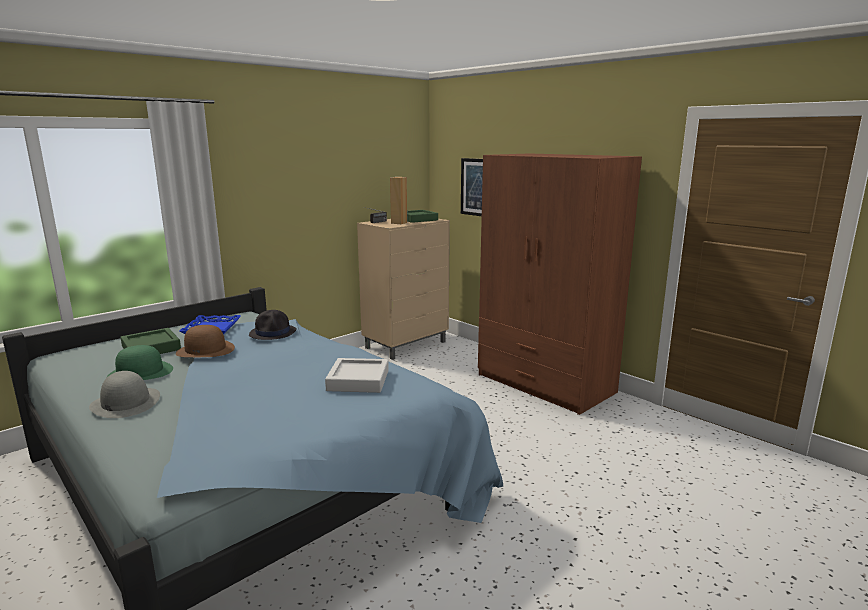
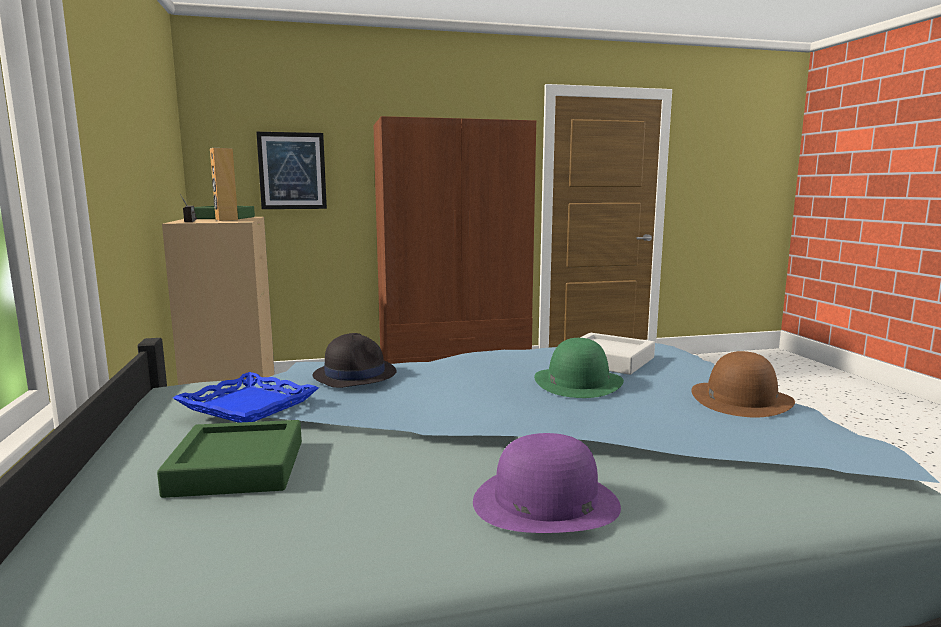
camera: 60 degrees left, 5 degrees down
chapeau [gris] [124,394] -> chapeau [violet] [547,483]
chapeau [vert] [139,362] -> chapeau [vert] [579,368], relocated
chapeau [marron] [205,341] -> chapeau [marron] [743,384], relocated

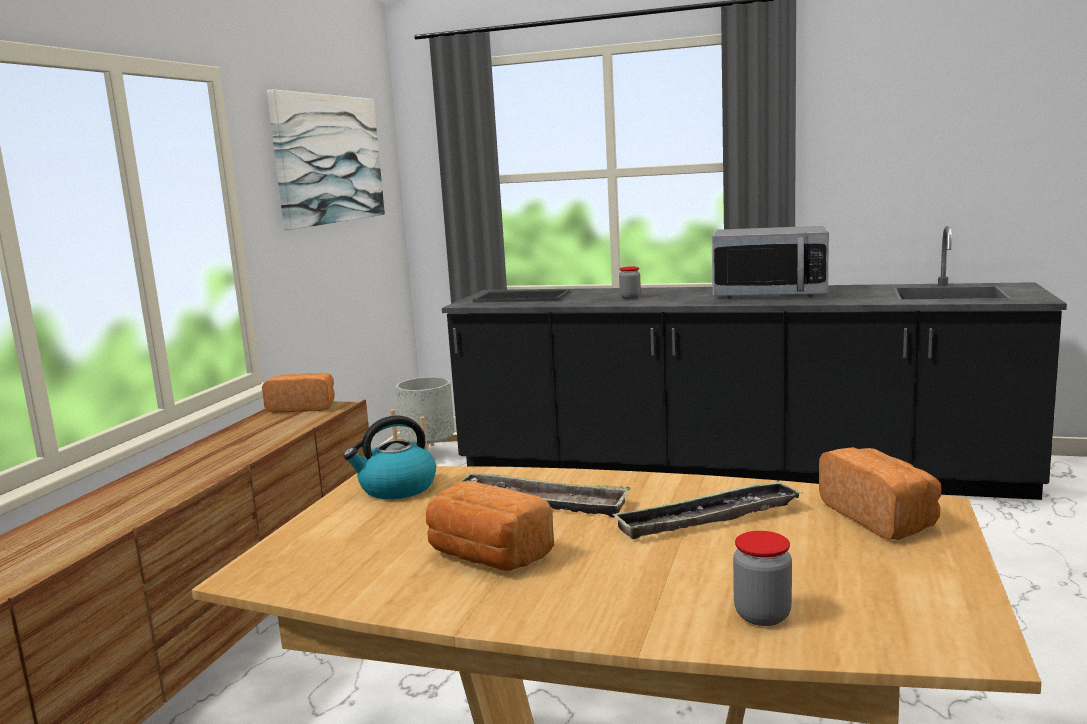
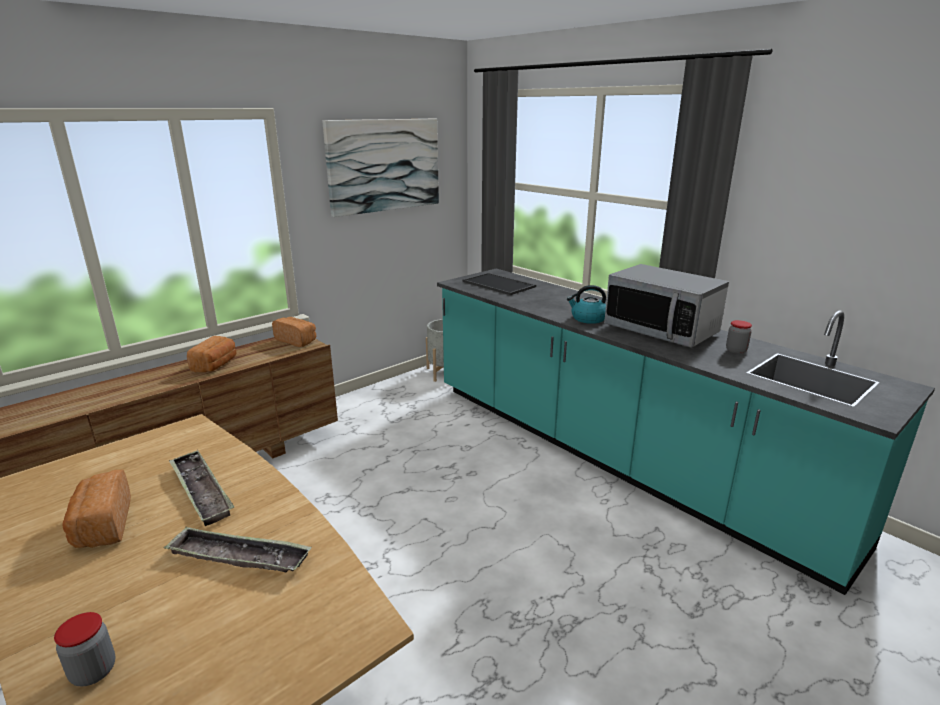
camera: 30 degrees right, 10 degrees up
pain [880,493] -> pain [211,354], relocated
comptoir de cuisine [noir] [754,363] -> comptoir de cuisine [turquoise] [686,431]
bouilloire [389,457] -> bouilloire [586,304], relocated
bocal [630,282] -> bocal [739,337], relocated

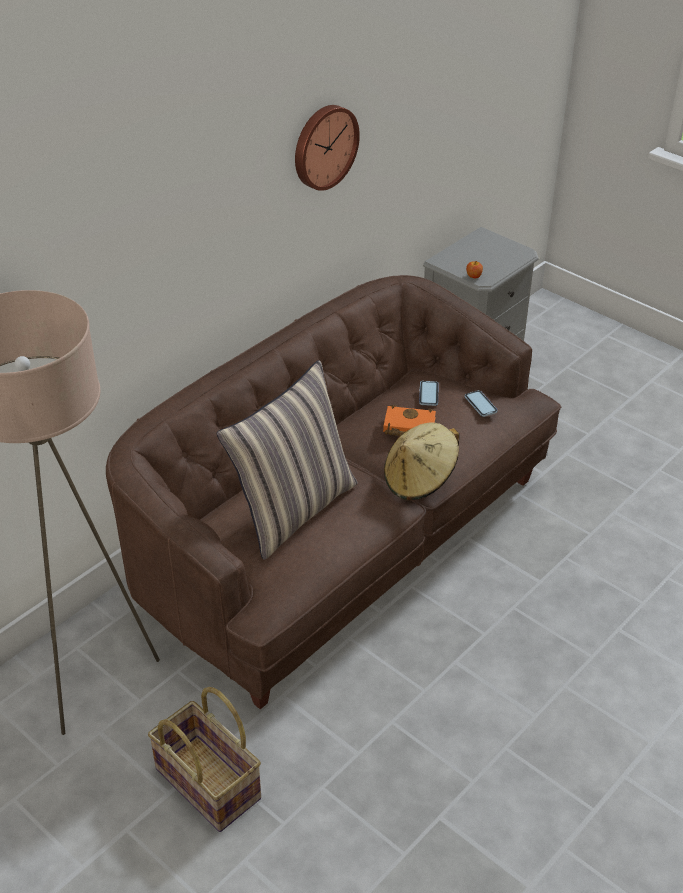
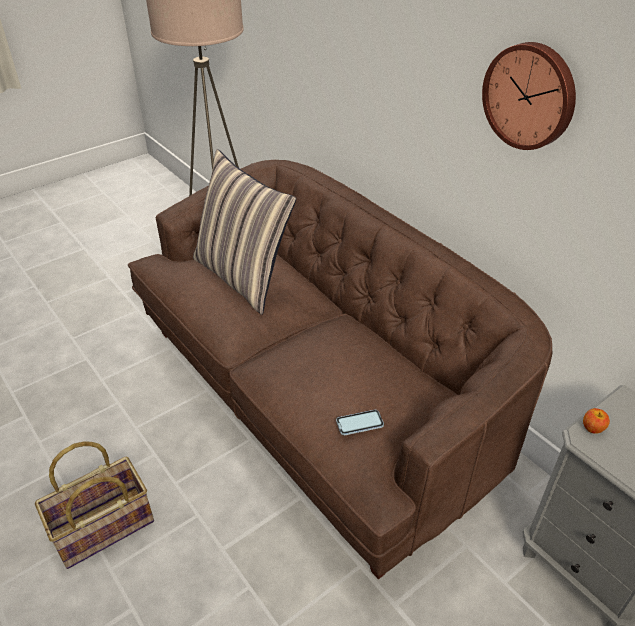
camera: 100 degrees right, 0 degrees up
panier [204,759] -> panier [94,505], relocated
livre [orange] [409,420] -> none
chapeau [beige] [421,461] -> none
téléphone [429,393] -> none

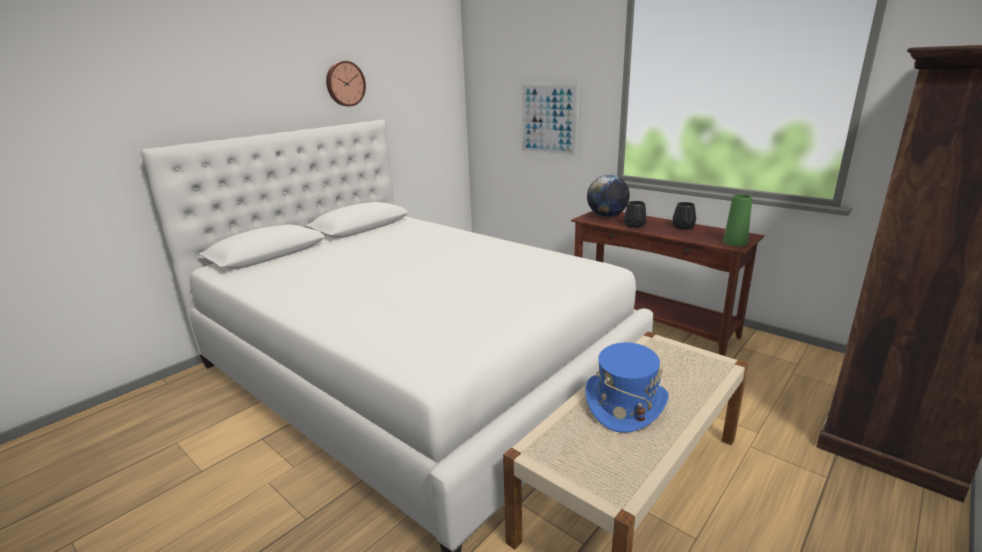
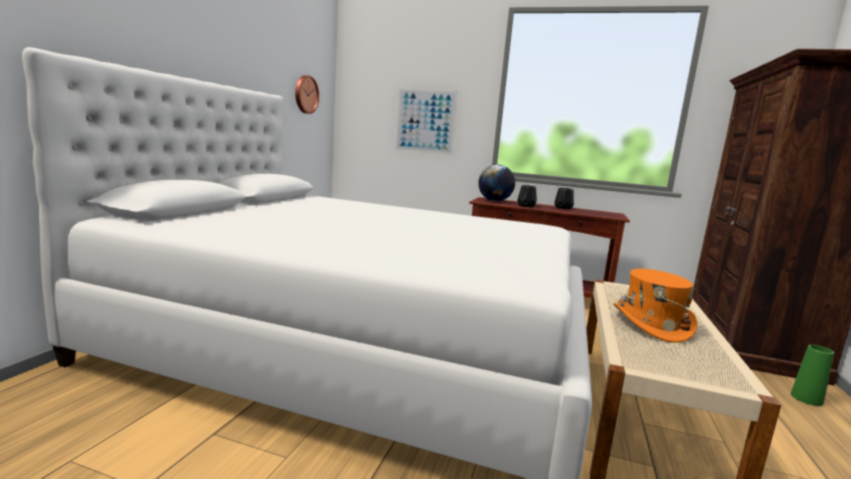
camera: 25 degrees left, 10 degrees down
horloge murale [346,83] -> horloge murale [307,94], relocated
chapeau [bleu] [627,388] -> chapeau [orange] [655,306]
vase [vert] [737,220] -> vase [vert] [812,375], relocated

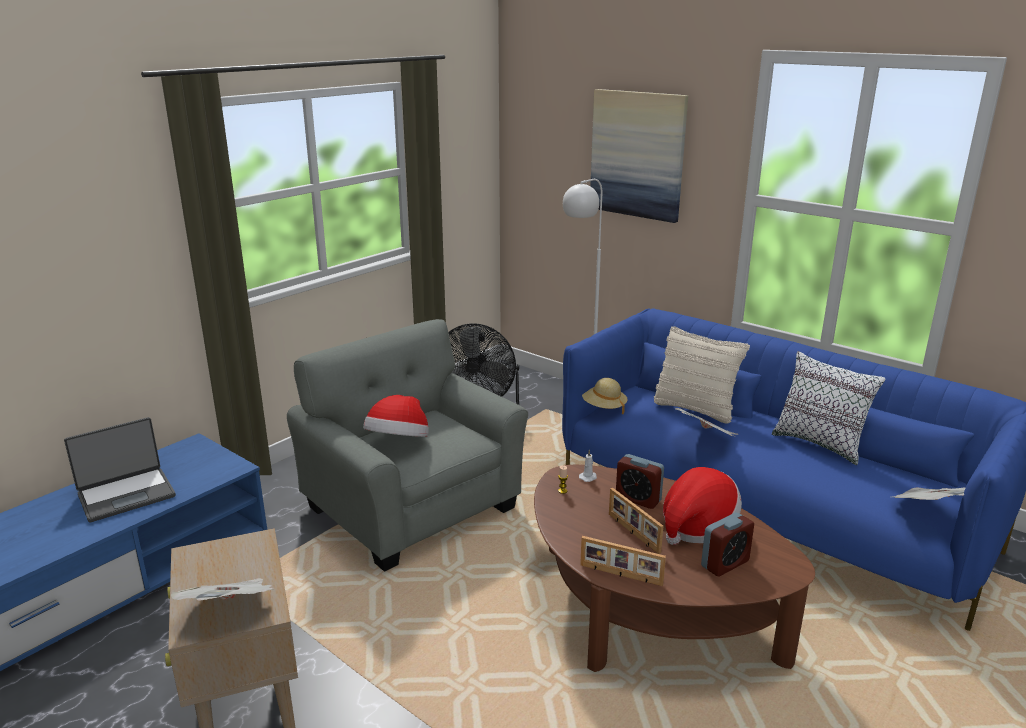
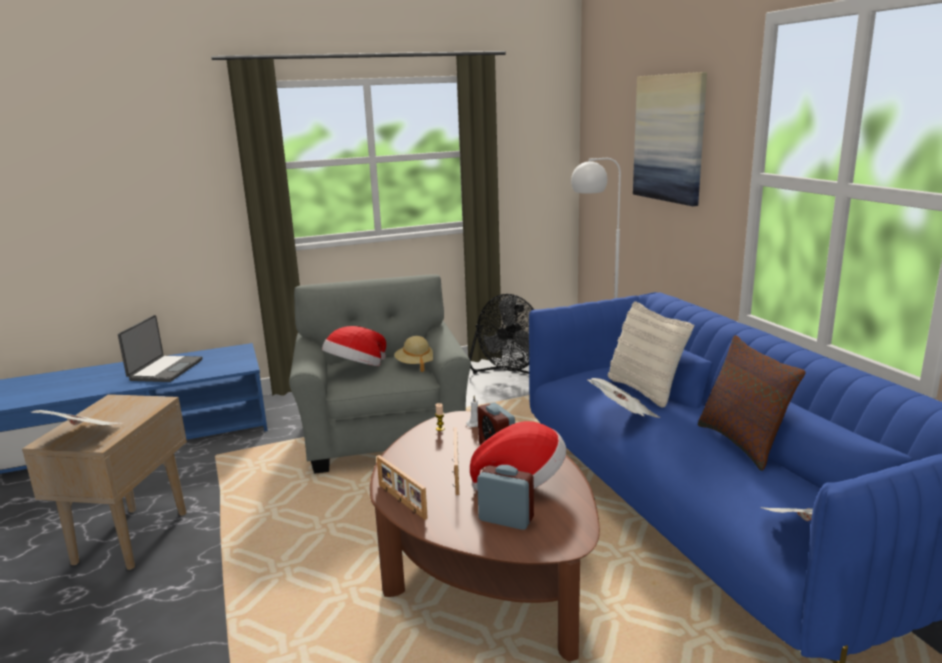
camera: 30 degrees right, 5 degrees down
ordinateur portable [120,469] -> ordinateur portable [160,348], 75 degrees counterclockwise
chapeau [beige] [604,396] -> chapeau [beige] [413,354], relocated
réveil [727,544] -> réveil [505,497], 150 degrees counterclockwise
coussin [blanc] [828,408] -> coussin [marron] [751,403]

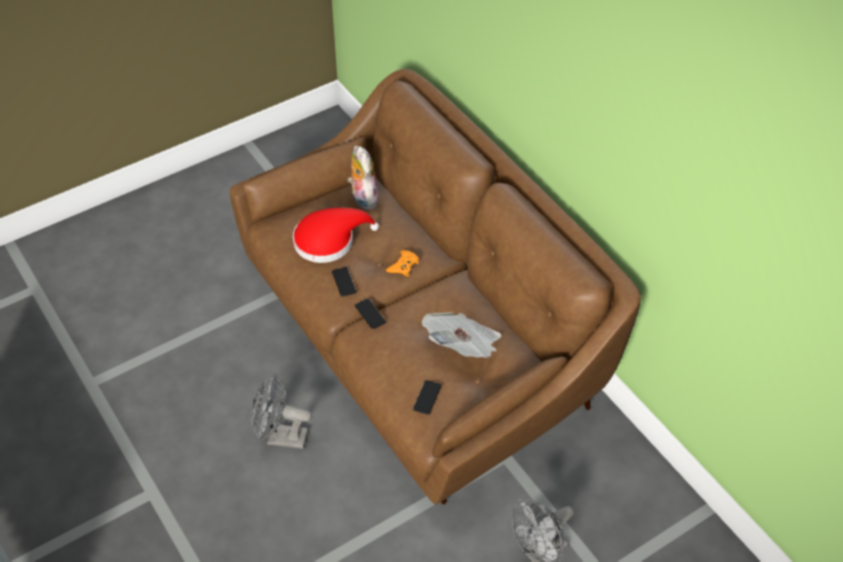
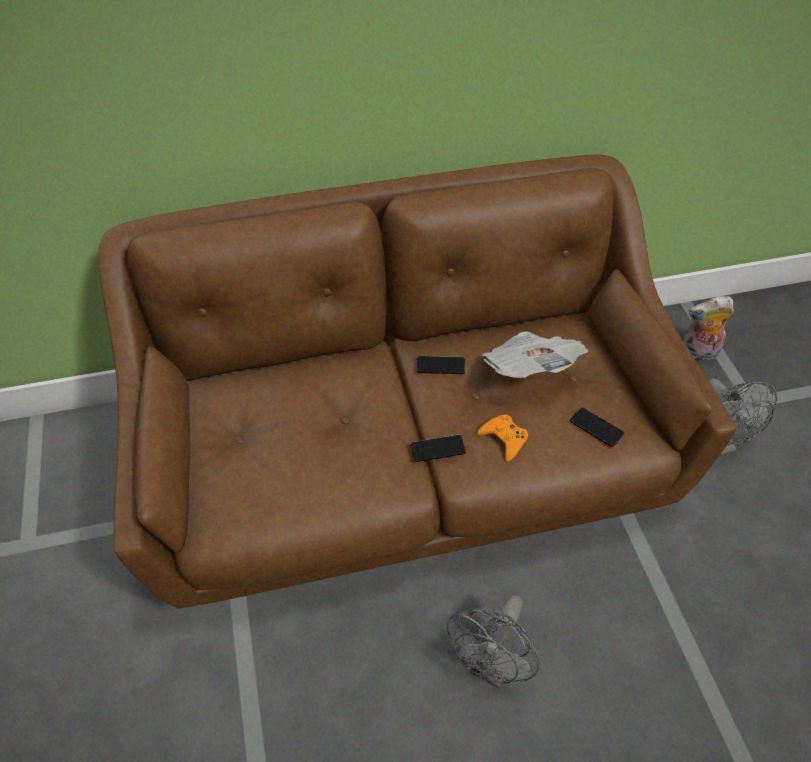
camera: 70 degrees left, 0 degrees up
téléphone [344,282] -> téléphone [441,365], relocated
manette [orange] [402,263] -> manette [orange] [502,438], relocated
peluche [363,177] -> peluche [708,328], relocated
chapeau [rouge] [336,235] -> none

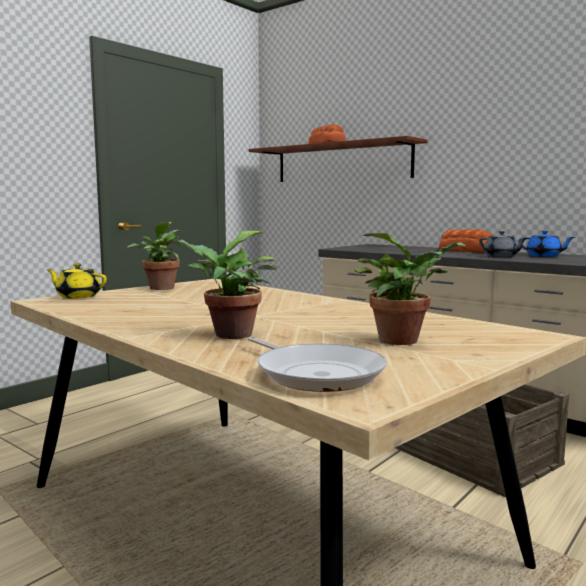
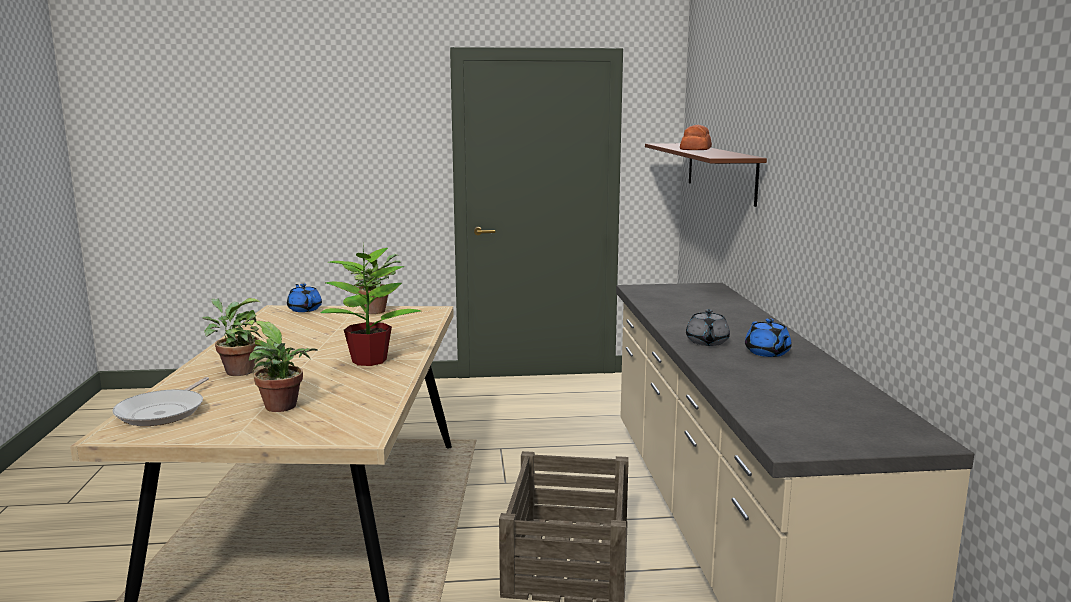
camera: 45 degrees right, 5 degrees up
théière [jaune] [77,280] -> théière [bleu] [304,298]
none -> plante en pot [371,304]
pain [465,241] -> none

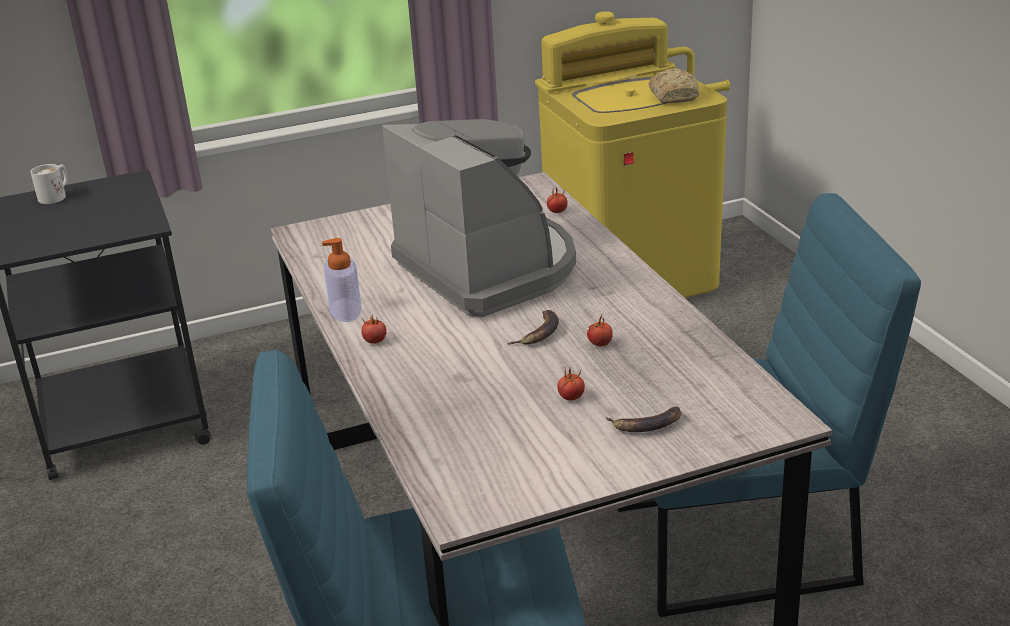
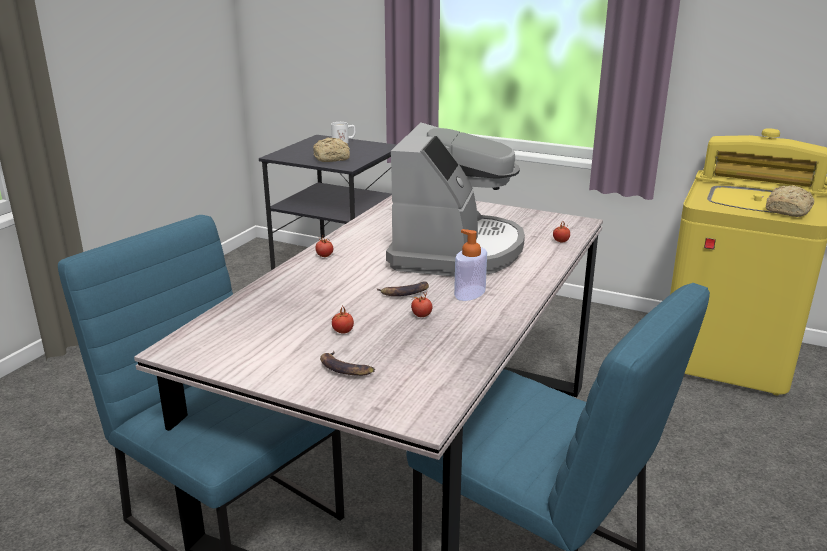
camera: 45 degrees right, 5 degrees down
none -> pain [331,149]
distributeur de savon [342,280] -> distributeur de savon [470,265], relocated

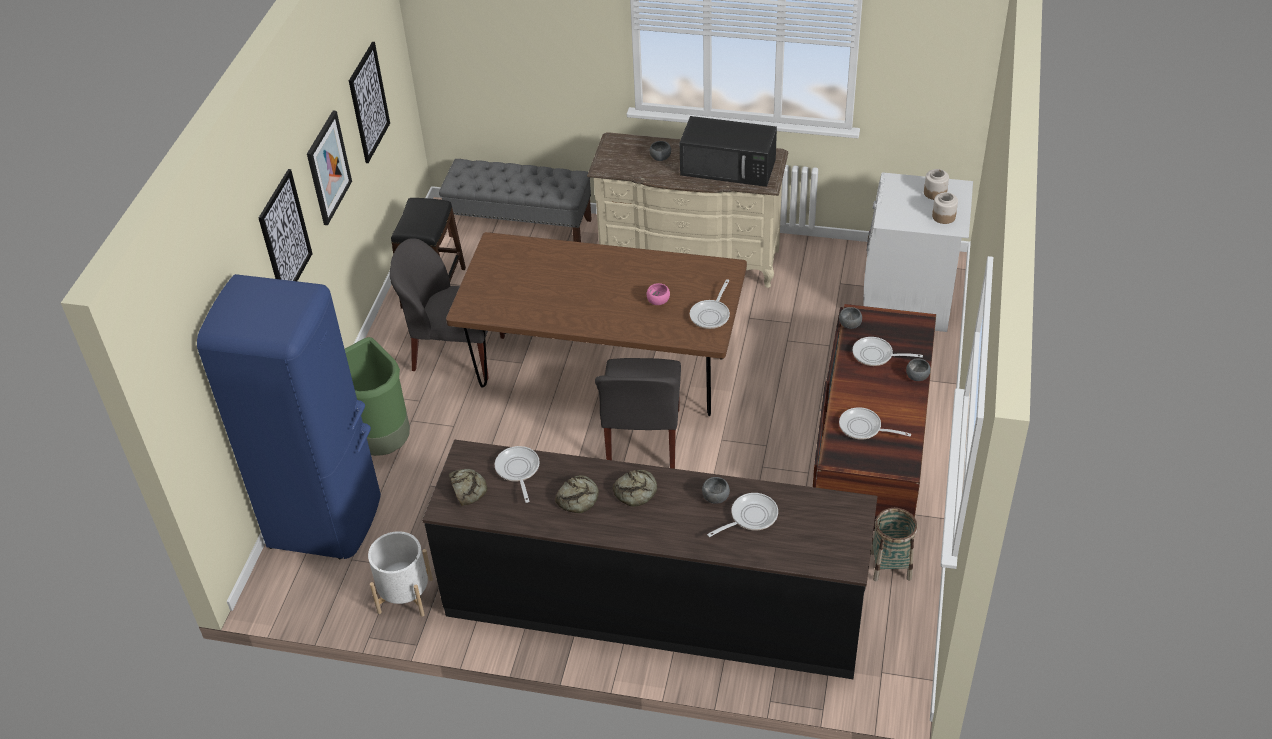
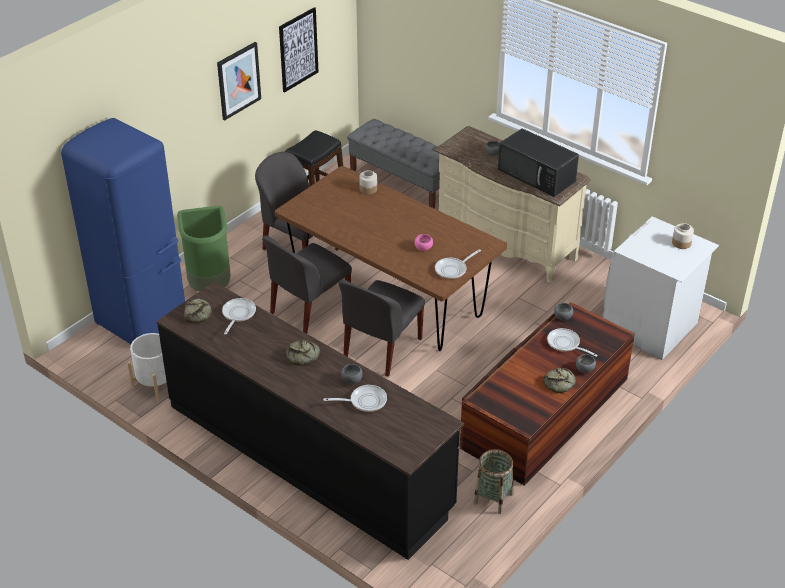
camera: 25 degrees right, 5 degrees down
none -> chaise [gris] [307,285]
bocal [945,208] -> bocal [368,182], relocated
pain [577,494] -> pain [559,380], relocated
tableau [286,225] -> none
poêle [875,423] -> none

